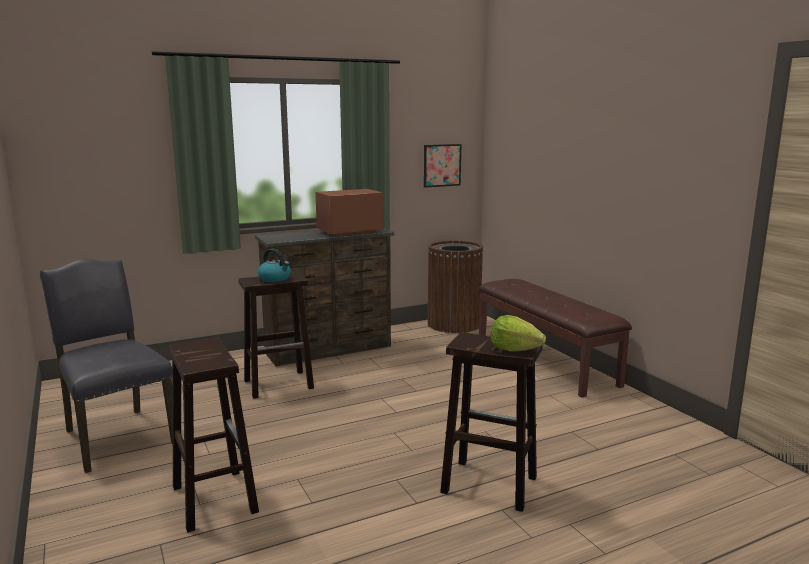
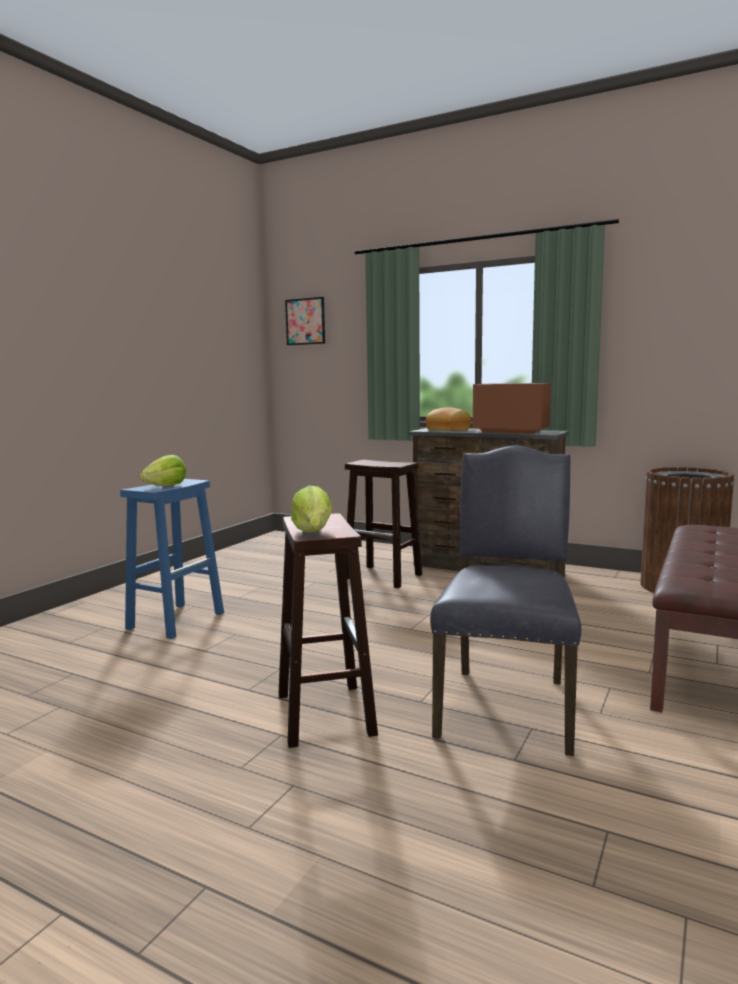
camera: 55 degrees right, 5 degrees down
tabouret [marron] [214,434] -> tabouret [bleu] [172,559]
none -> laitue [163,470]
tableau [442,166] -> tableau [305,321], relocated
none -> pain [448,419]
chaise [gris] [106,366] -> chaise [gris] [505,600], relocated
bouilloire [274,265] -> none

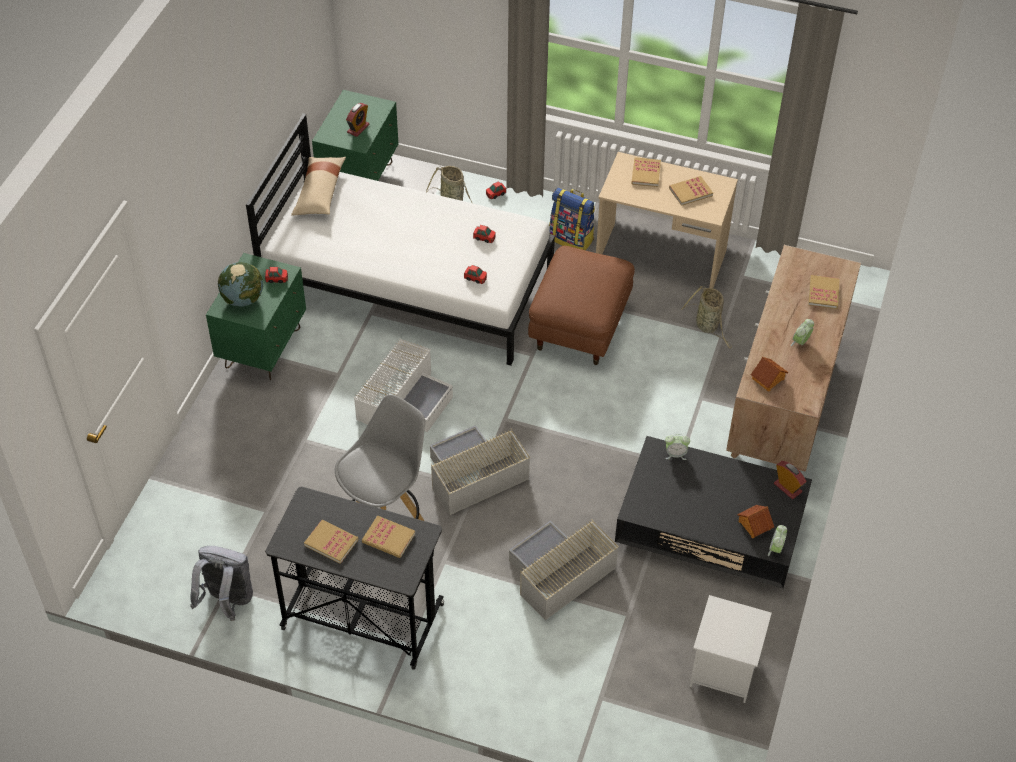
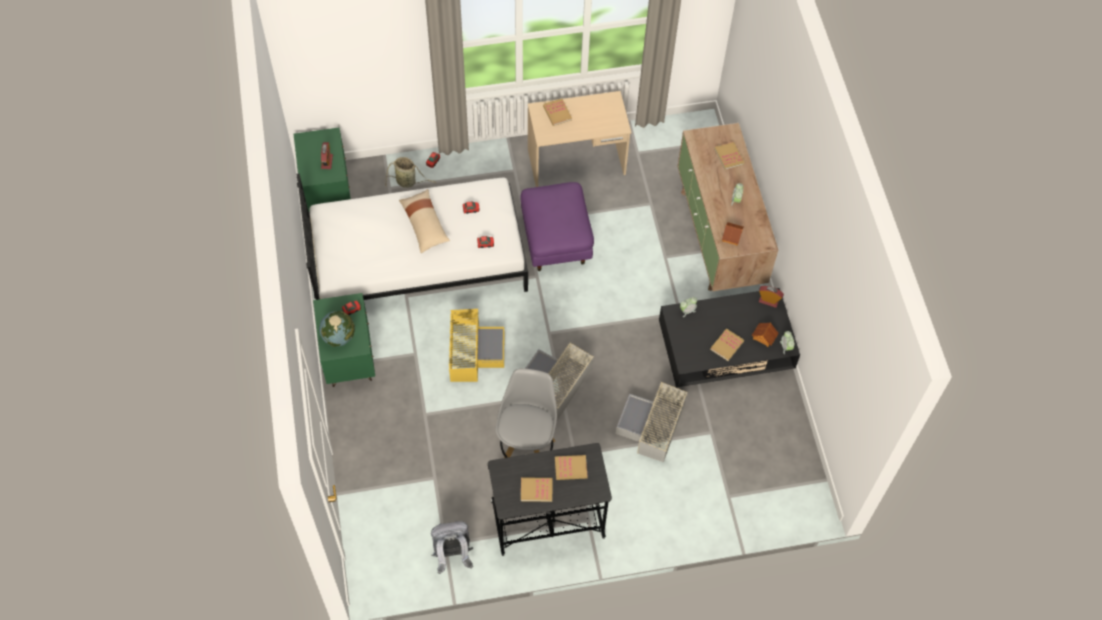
camera: 30 degrees left, 10 degrees up
coussin [beige] [318,186] -> coussin [beige] [424,221], relocated
boîte de rangement [blanc] [403,385] -> boîte de rangement [jaune] [476,345]
pouf [marron] [581,305] -> pouf [violet] [557,226]
livre [691,191] -> livre [727,345], relocated
sac à dos [572,218] -> none
panier [706,317] -> none
table de chevet [gris] [731,649] -> none

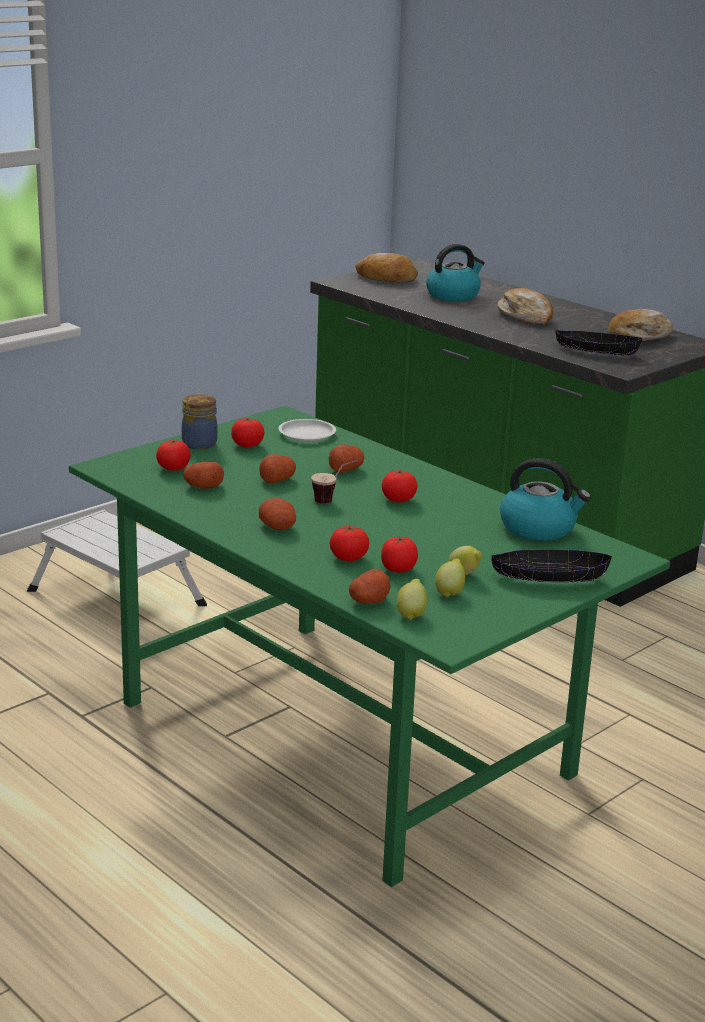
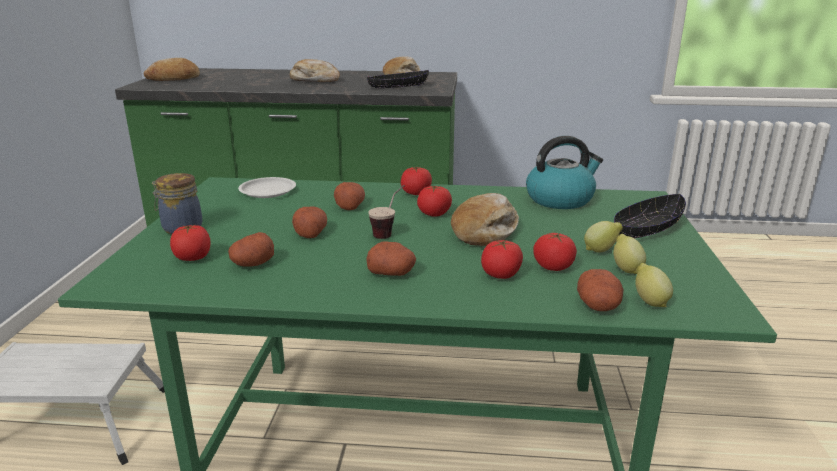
camera: 40 degrees left, 0 degrees up
tomate [247,432] -> tomate [416,181], relocated
none -> pain [485,219]
bouilloire [455,272] -> none

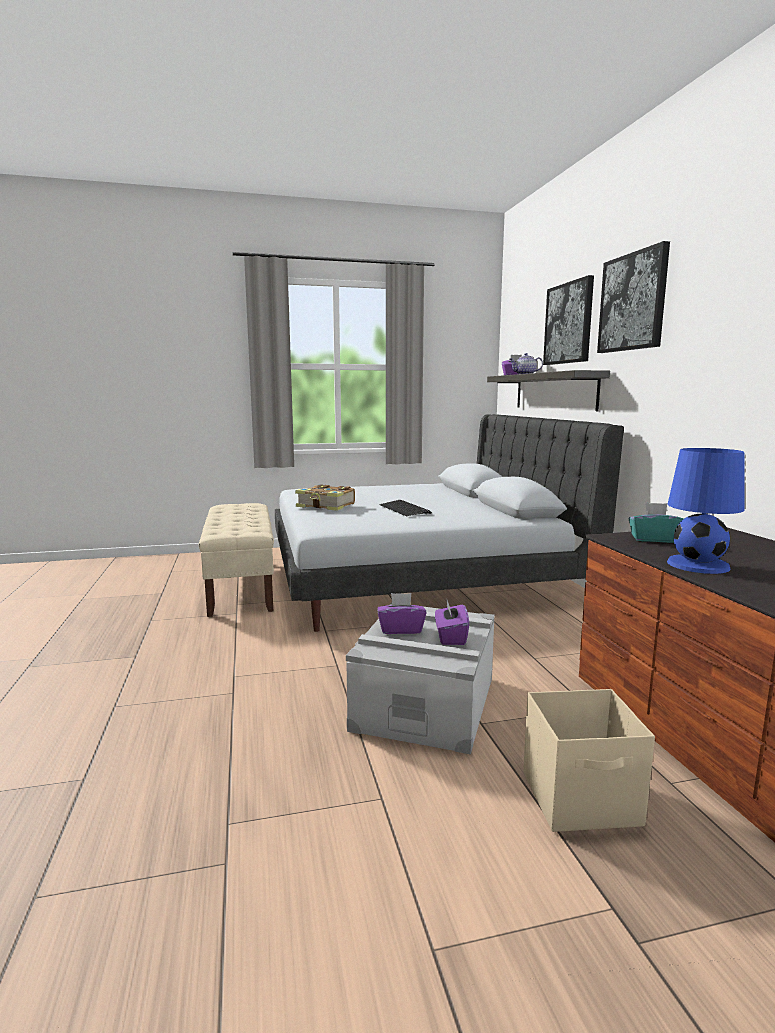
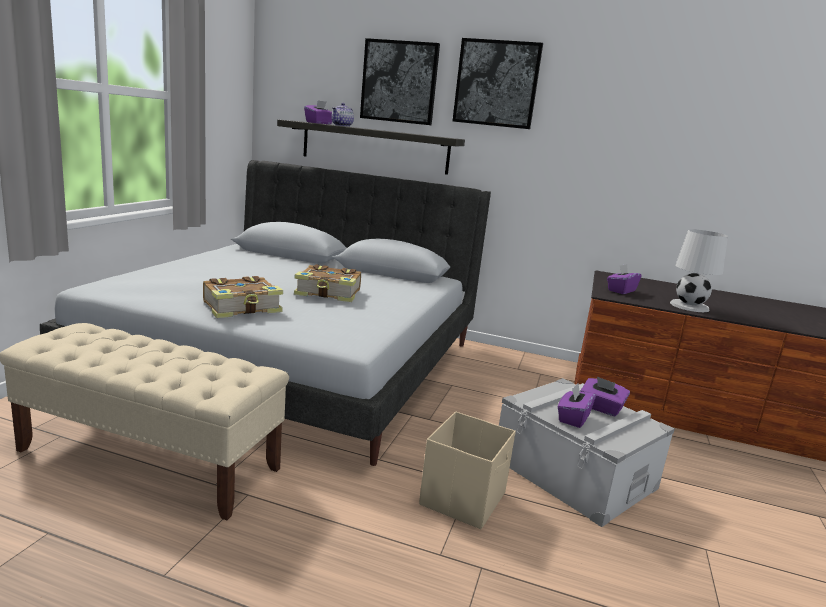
camera: 60 degrees left, 5 degrees up
clavier [405,508] -> livre [327,283]
boîte de rangement [beige] [589,760] -> boîte de rangement [beige] [467,470], relocated
boîte à mouchoirs [turquoise] [656,522] -> boîte à mouchoirs [violet] [624,279]
lampe de table [bleu] [705,511] -> lampe de table [blanc] [699,270]

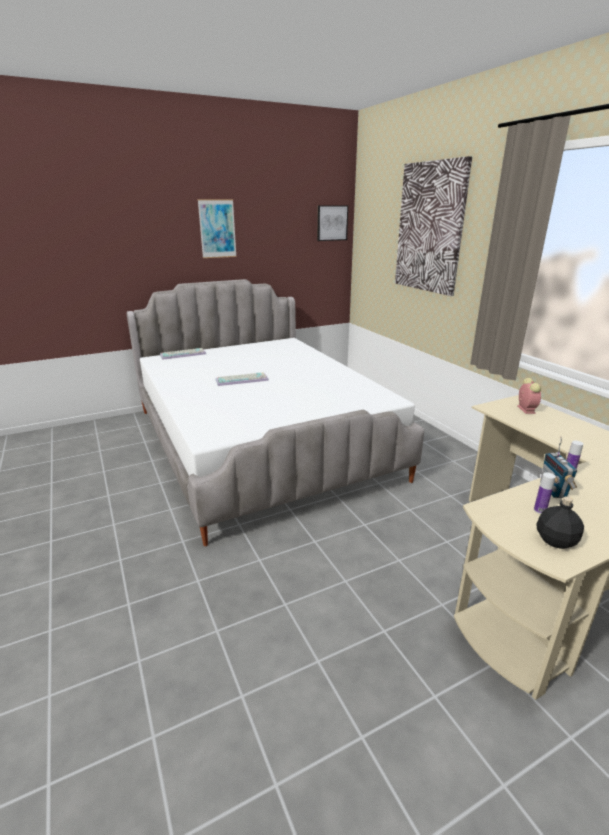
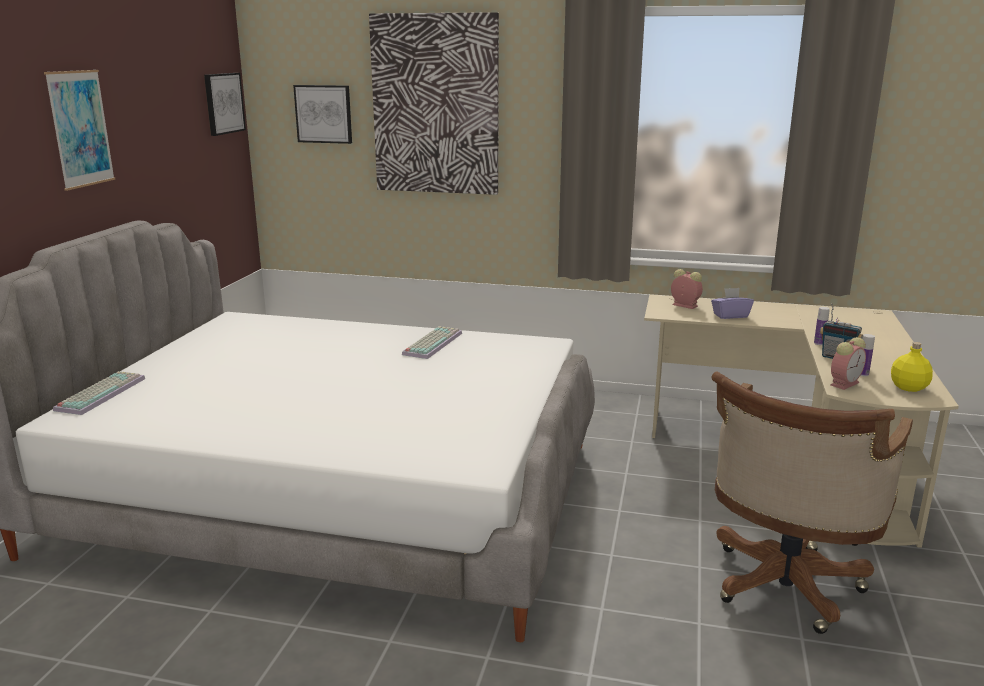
camera: 50 degrees left, 5 degrees down
none -> tableau [322,114]
clavier [242,379] -> clavier [432,342], relocated
none -> boîte à mouchoirs [violet] [732,303]
none -> chaise de bureau [812,503]
none -> réveil [848,363]
bouteille [noir] [560,522] -> bouteille [jaune] [912,367]

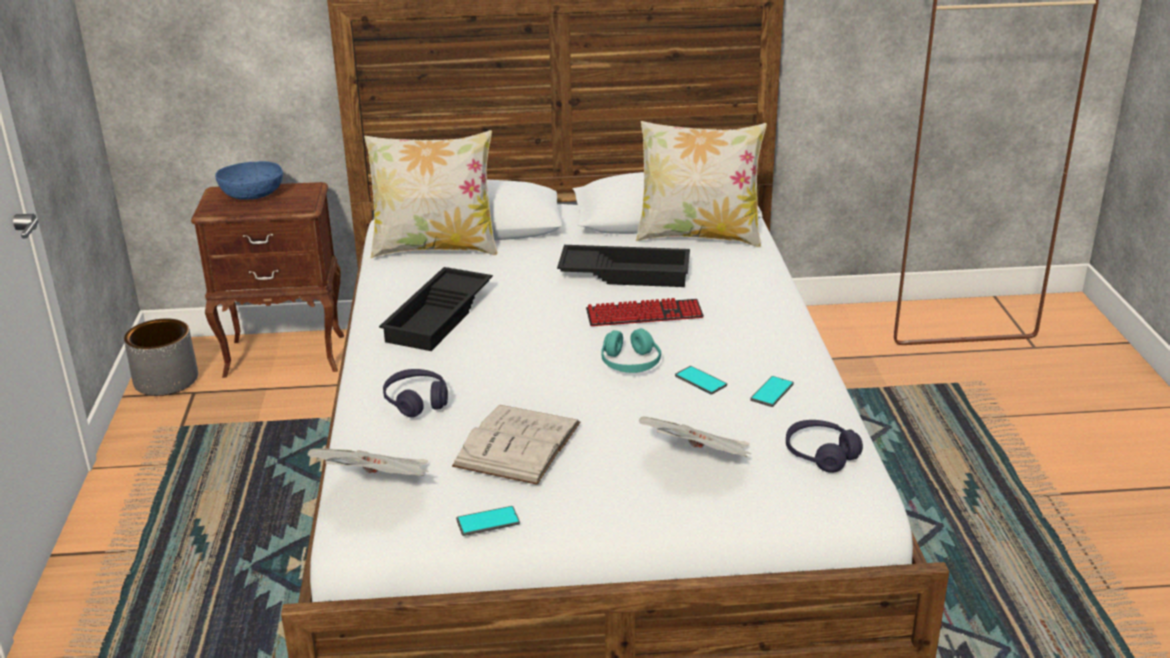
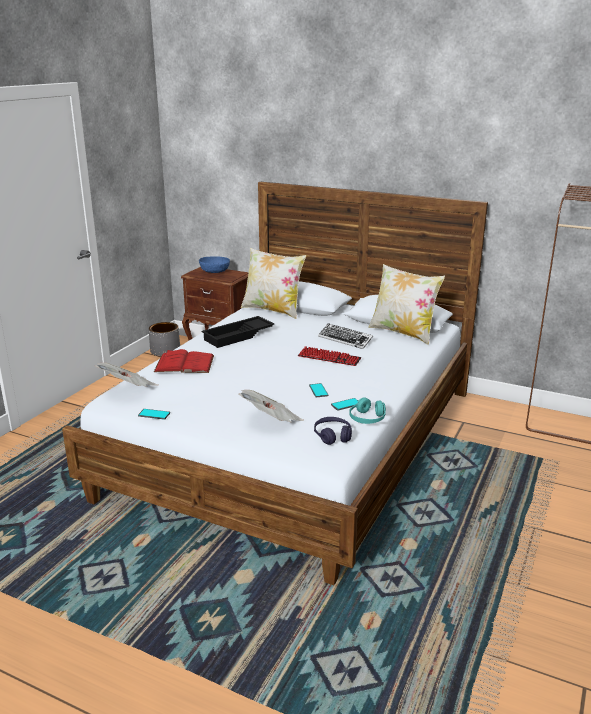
camera: 30 degrees right, 5 degrees down
casque audio [violet] [415,393] -> livre [rouge] [184,361]
plateau [noir] [623,266] -> clavier [345,336]
casque audio [turquoise] [631,350] -> casque audio [turquoise] [367,410], relocated
livre [blanc] [516,445] -> none

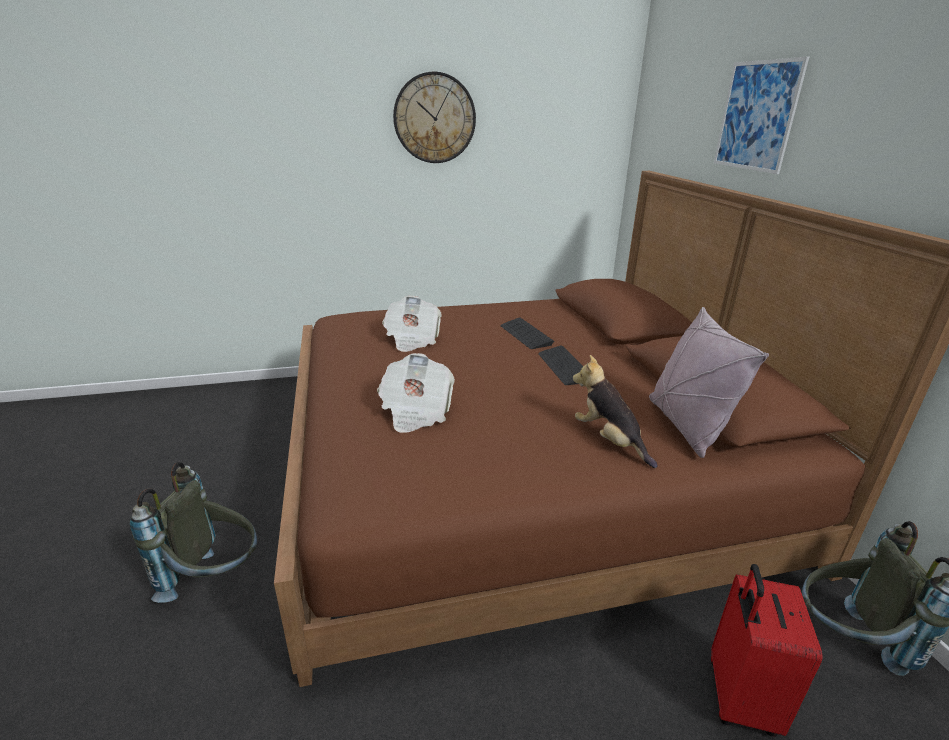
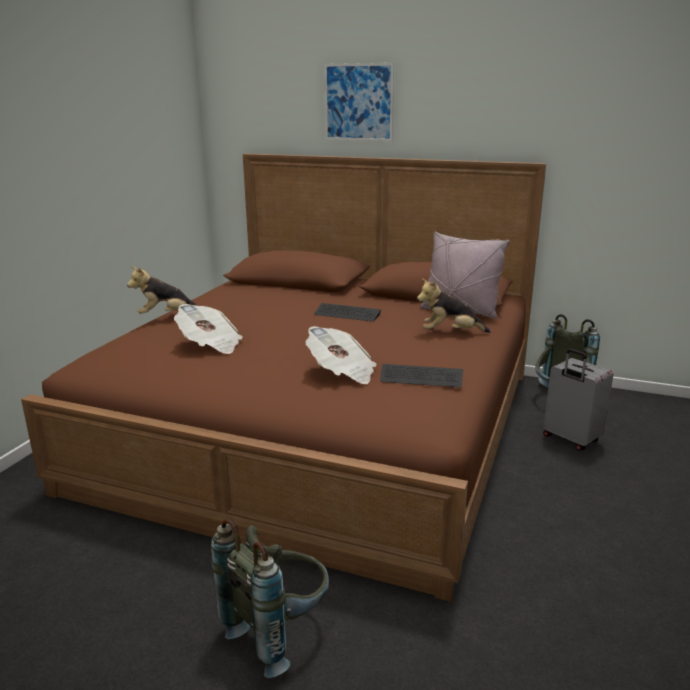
camera: 55 degrees left, 5 degrees down
none -> peluche [162,290]
clavier [527,333] -> clavier [421,375], relocated
valise [rouge] [767,650] -> valise [gris] [578,400]
horloge murale [434,117] -> none

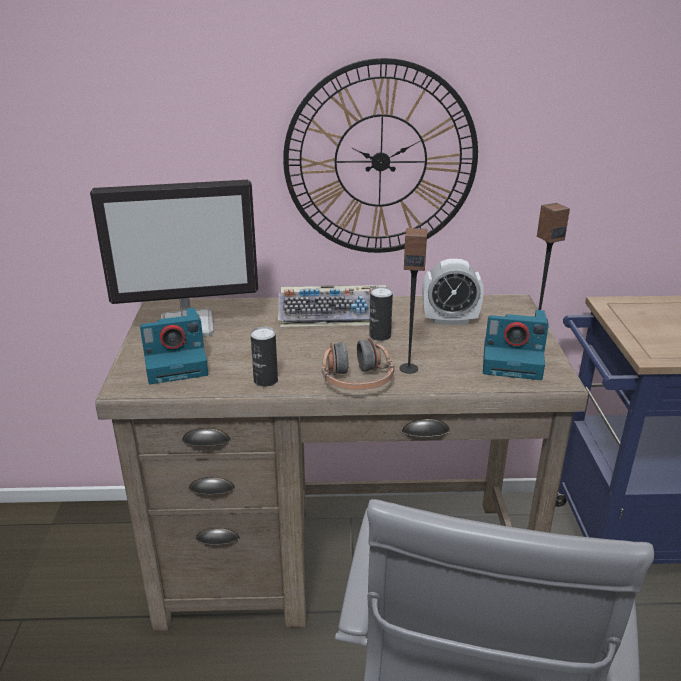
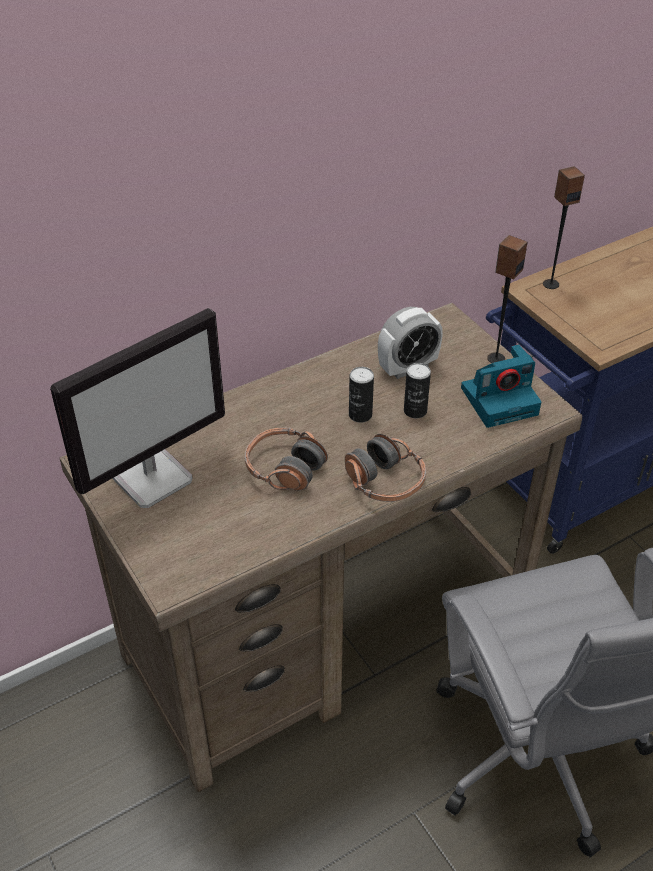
camera: 30 degrees left, 15 degrees up
none -> casque audio [286,458]
boîte métallique [264,357] -> boîte métallique [417,390], relocated
enceinte [413,301] -> enceinte [564,227], relocated
appareil photo [174,346] -> none
clavier [332,306] -> none
horloge murale [380,155] -> none

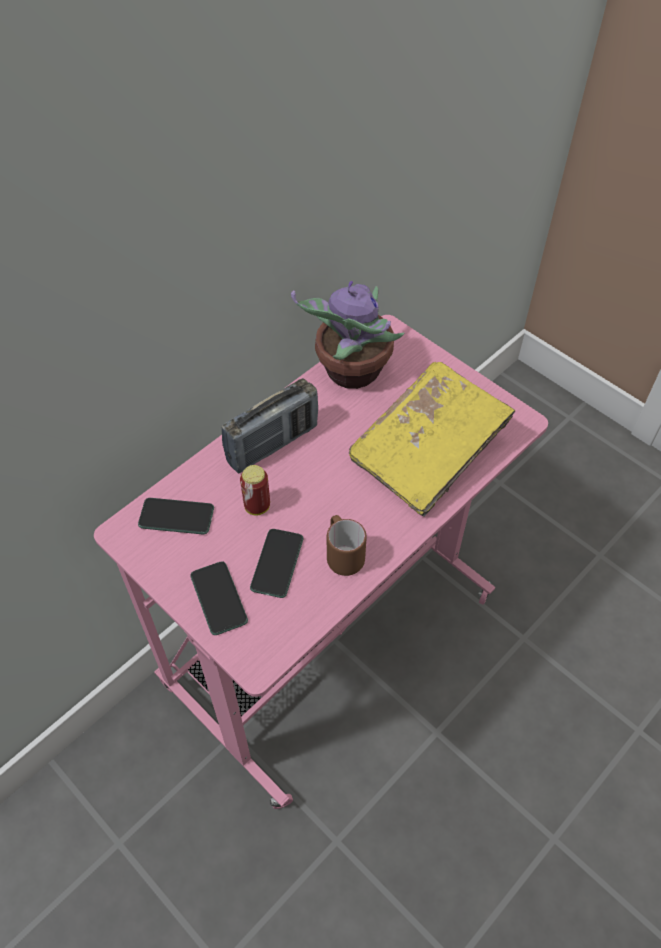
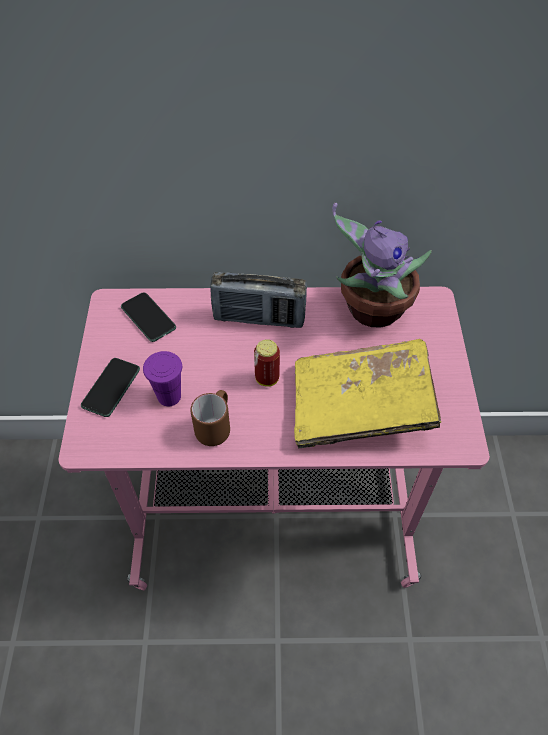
camera: 45 degrees right, 0 degrees up
téléphone [276,563] -> tasse [violet] [162,378]
boîte métallique [255,490] -> boîte métallique [267,363], relocated

